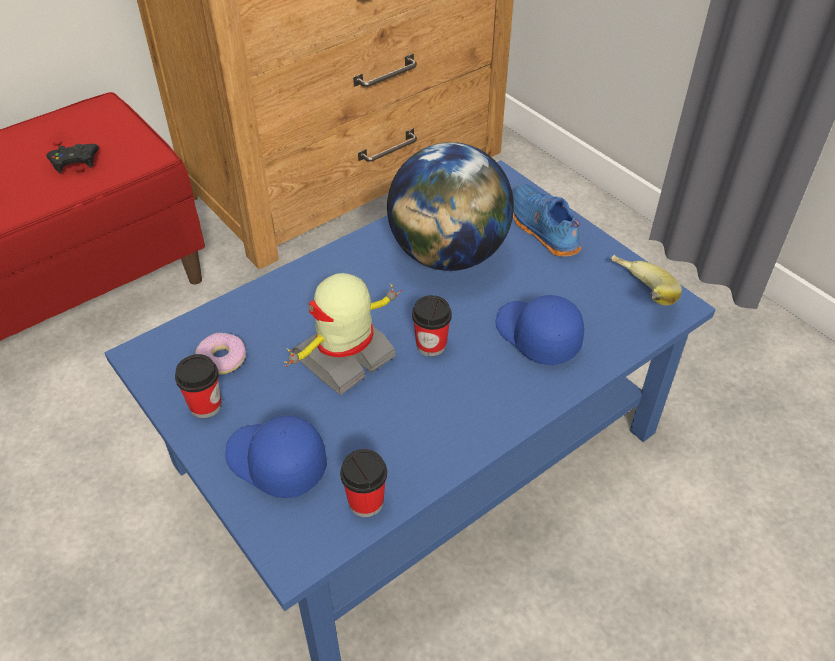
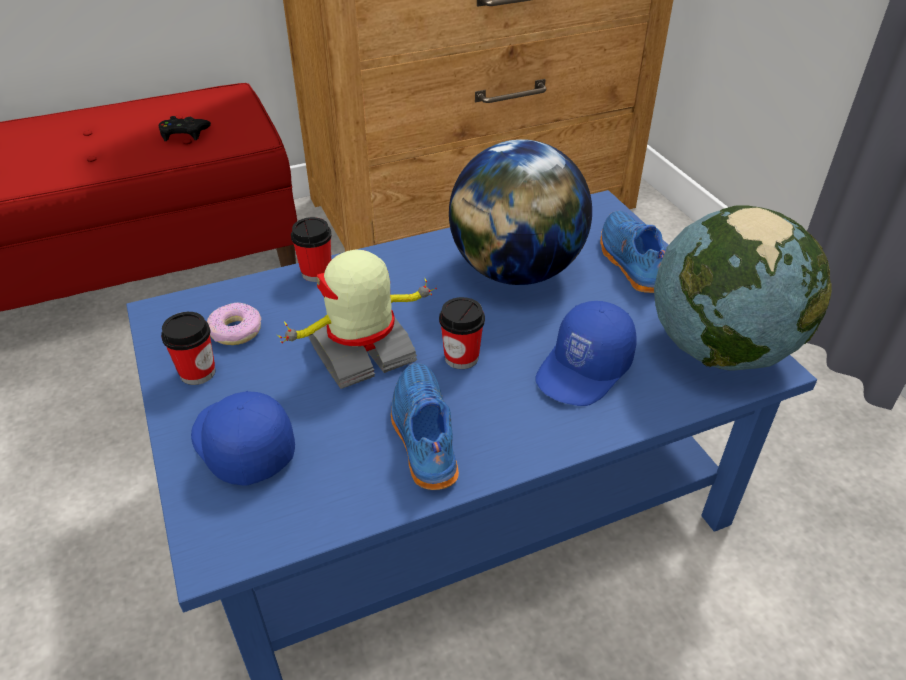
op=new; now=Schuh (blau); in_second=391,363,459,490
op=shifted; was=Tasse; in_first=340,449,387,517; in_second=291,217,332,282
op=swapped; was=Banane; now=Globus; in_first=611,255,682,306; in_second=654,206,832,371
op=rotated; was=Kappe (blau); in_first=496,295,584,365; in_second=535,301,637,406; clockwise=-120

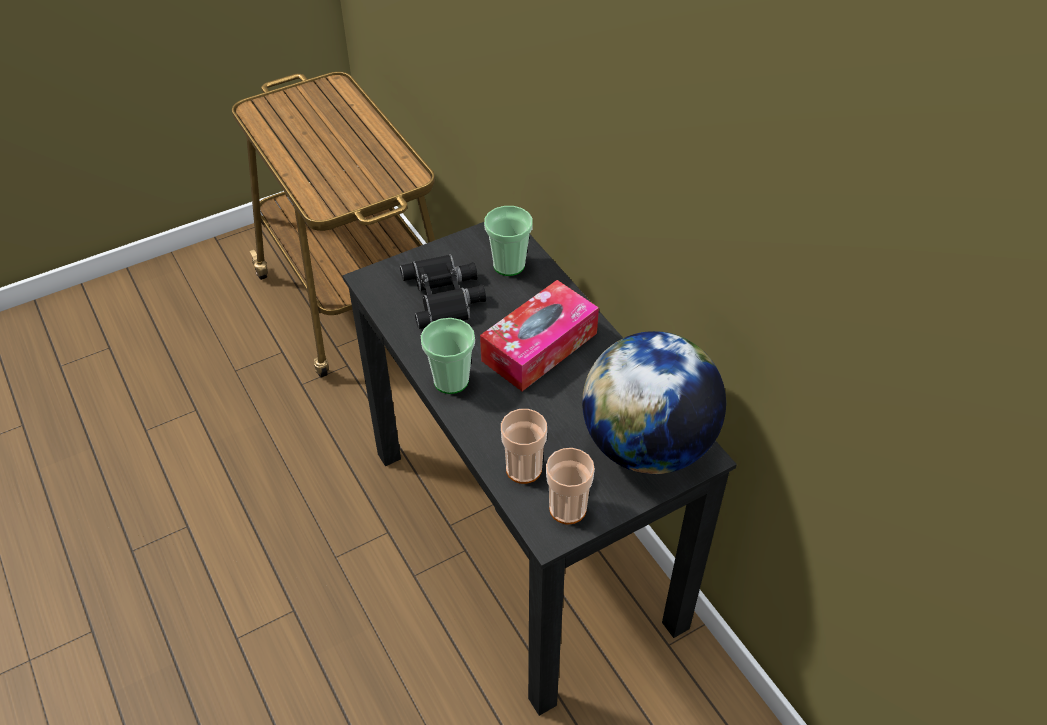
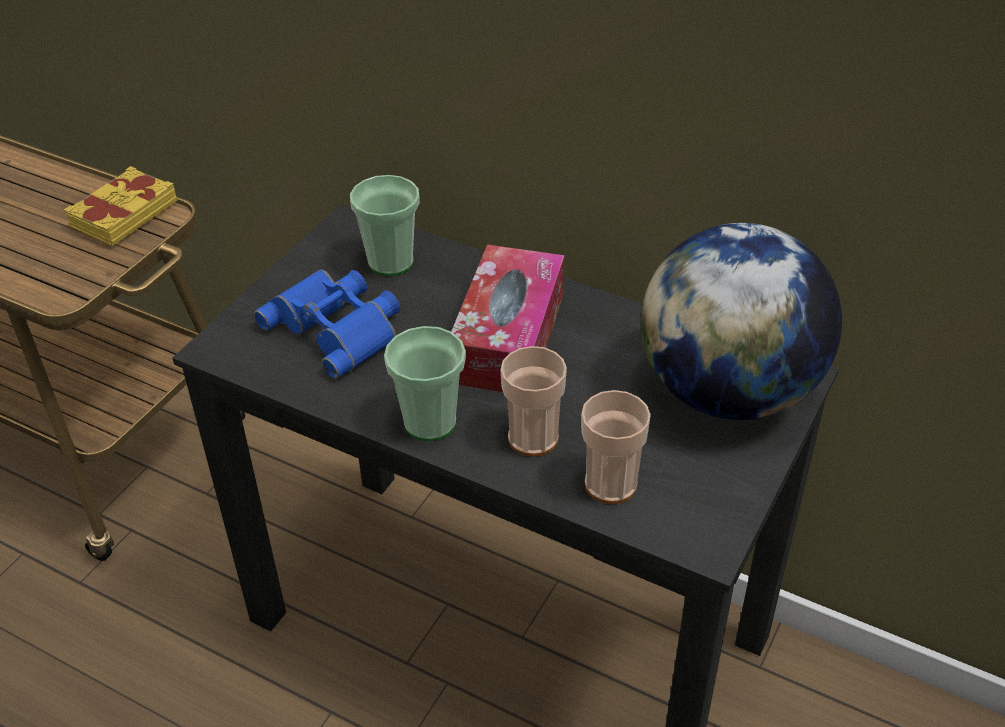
op=new; now=Buch (gelb); in_second=64,166,177,246
op=shifted; was=Tasse; in_first=546,448,595,525; in_second=501,346,567,456
op=repainted; was=Fernglas (schwarz); now=Fernglas (blau); in_first=400,254,486,329; in_second=254,269,400,379

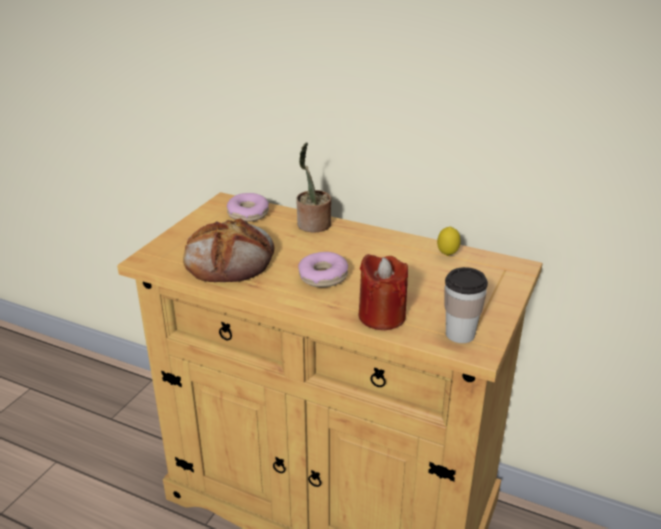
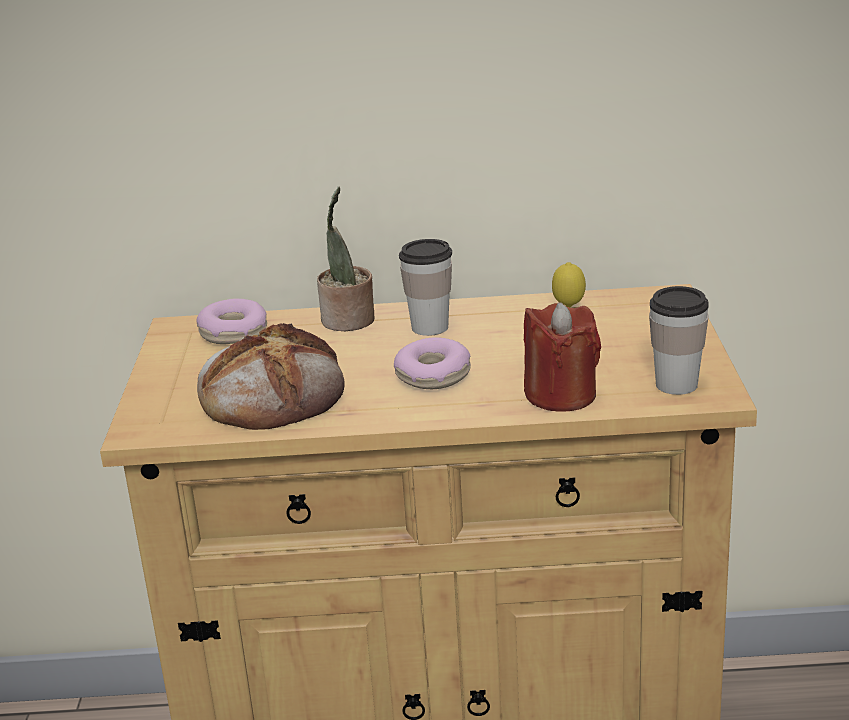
op=new; now=Tasse; in_second=399,239,452,336

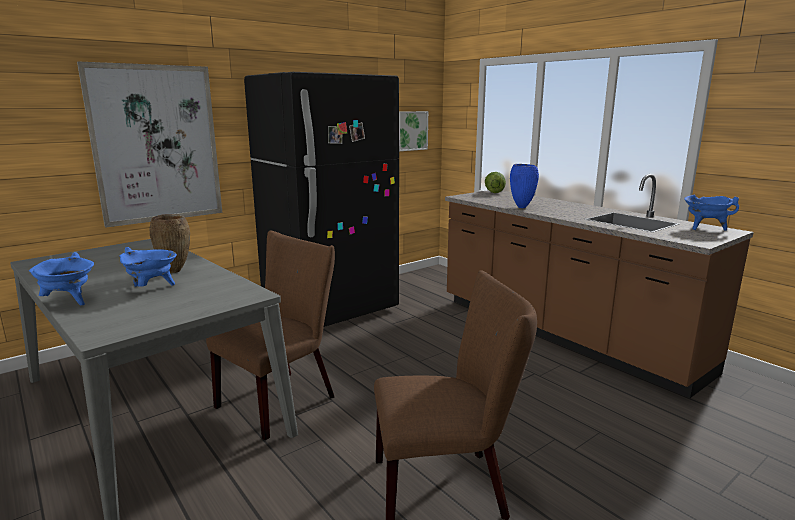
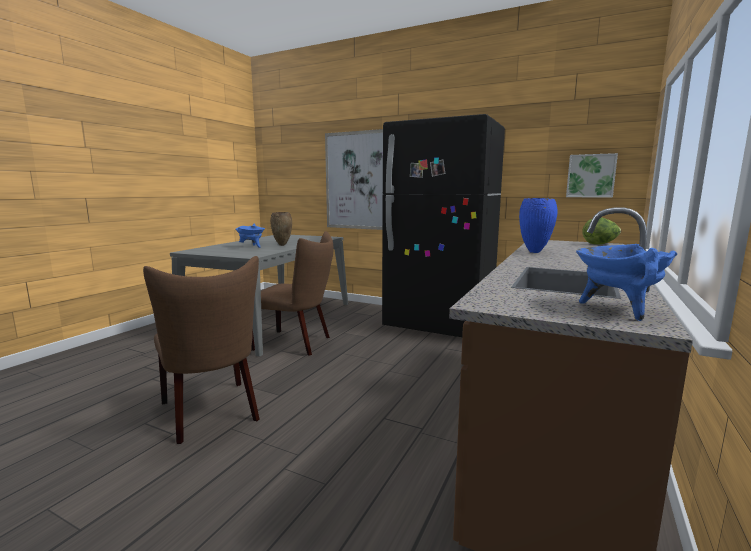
op=gone; was=Kochtopf (blau); in_first=29,252,94,305

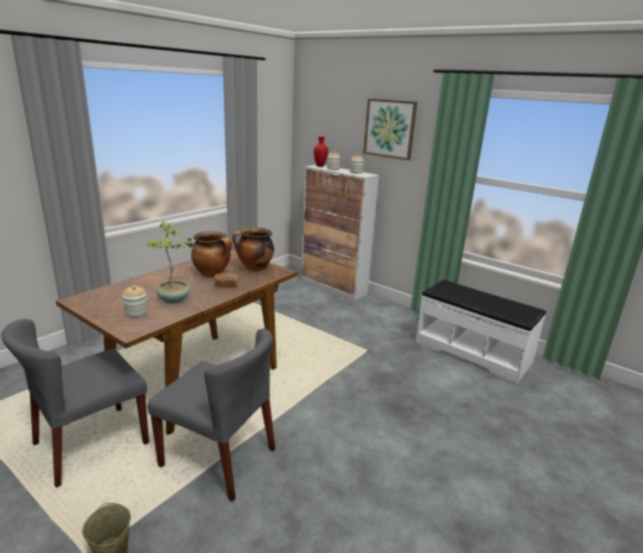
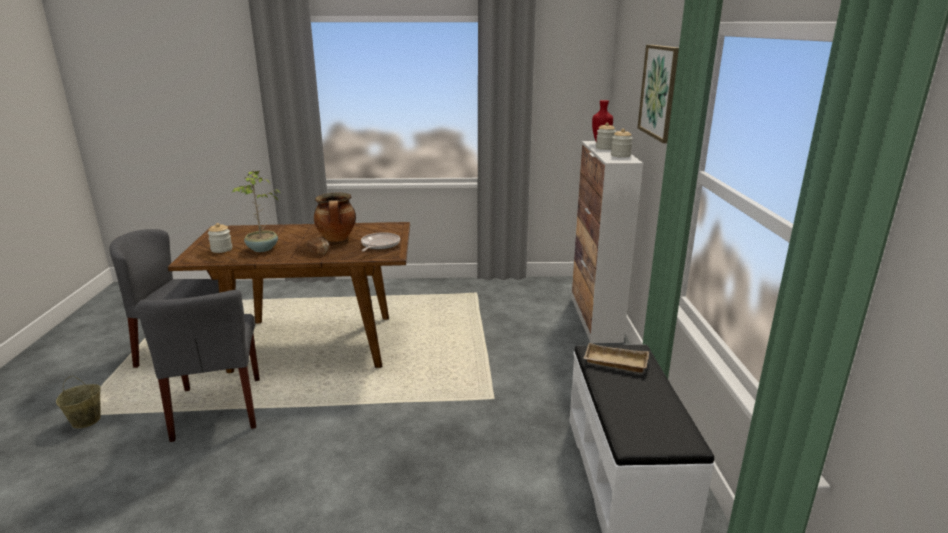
op=new; now=Tablett (beige); in_second=583,343,649,373
op=swapped; was=Kochtopf; now=Pfanne; in_first=232,227,274,271; in_second=361,232,400,251

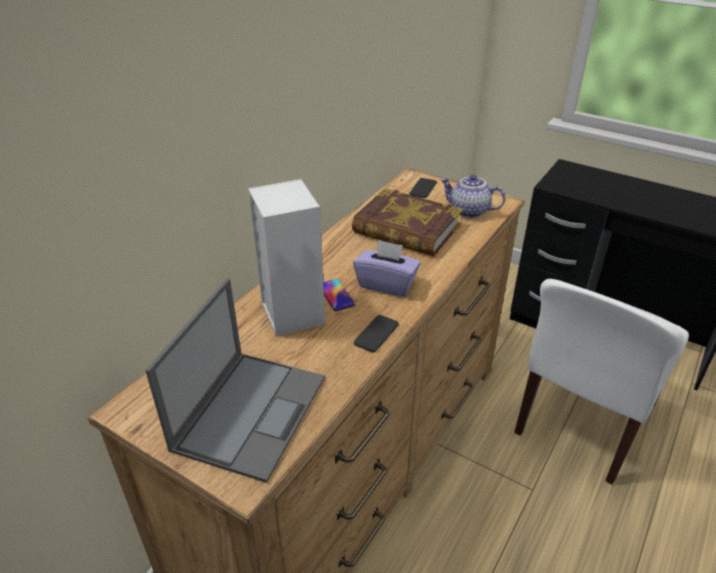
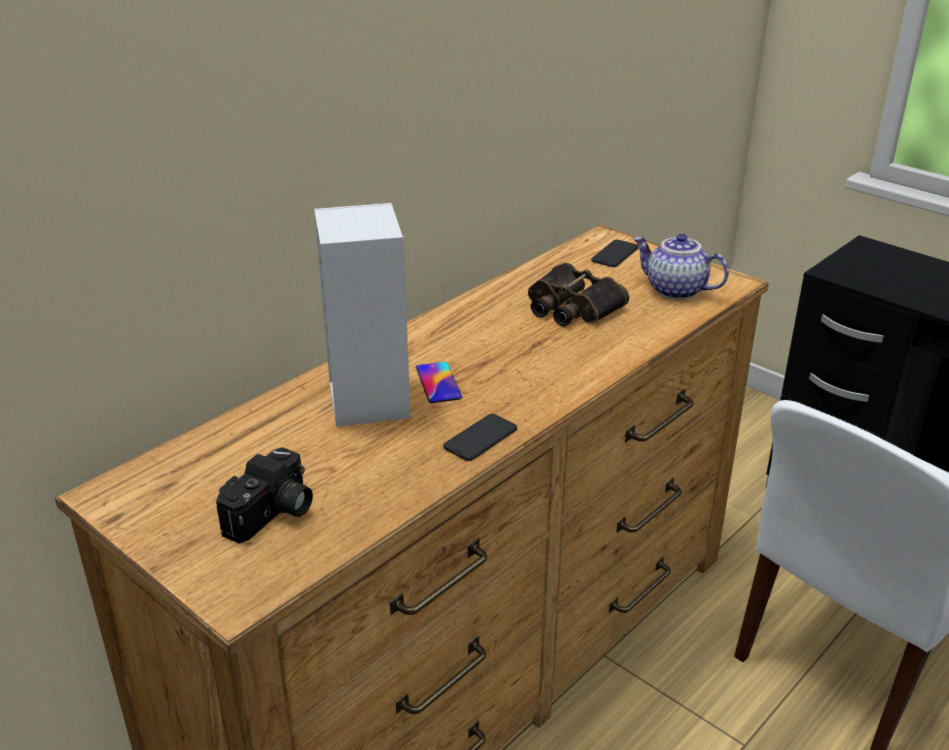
op=gone; was=Taschentuchbox (lila); in_first=353,239,421,297
op=swapped; was=Laptop; now=Kamera; in_first=145,278,325,483; in_second=216,447,313,544
op=swapped; was=Buch; now=Fernglas; in_first=352,188,463,256; in_second=528,263,629,327

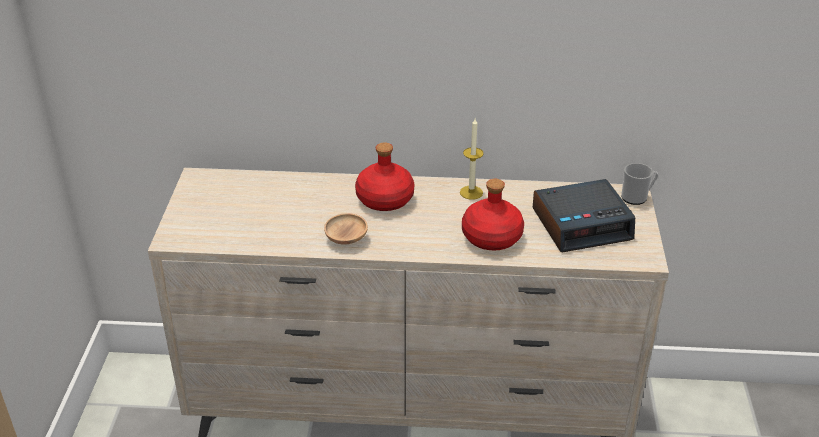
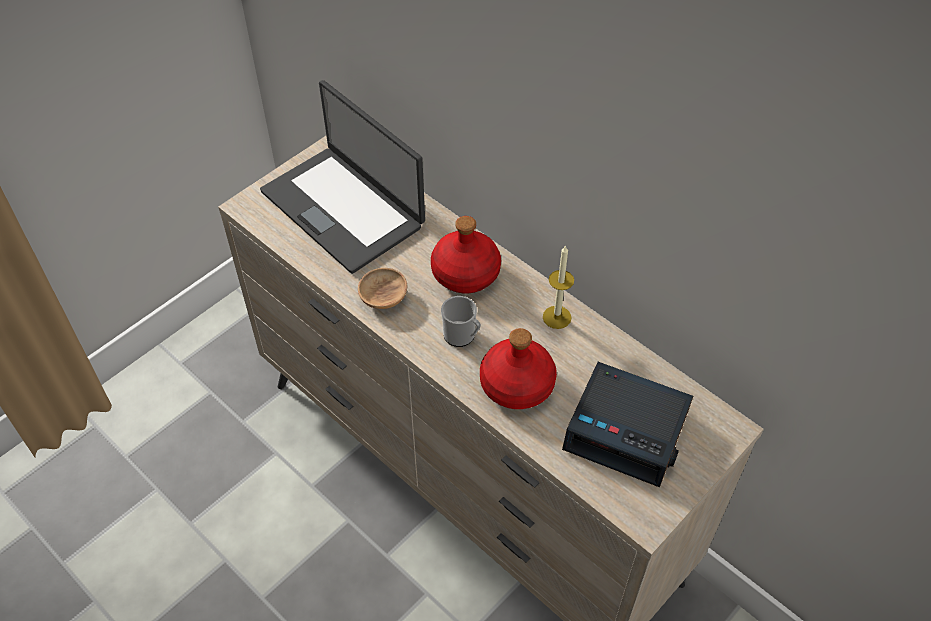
op=new; now=Laptop; in_second=260,80,425,274
op=shifted; was=Henkelbecher; in_first=621,163,658,205; in_second=441,296,481,347

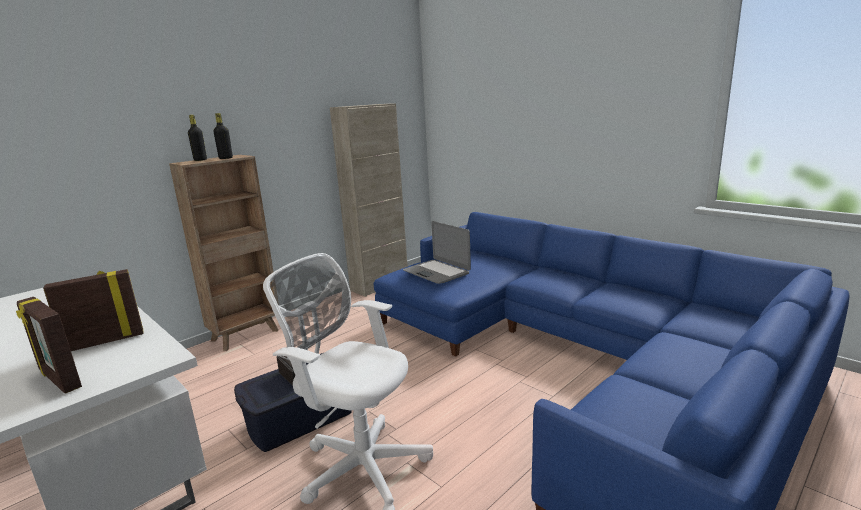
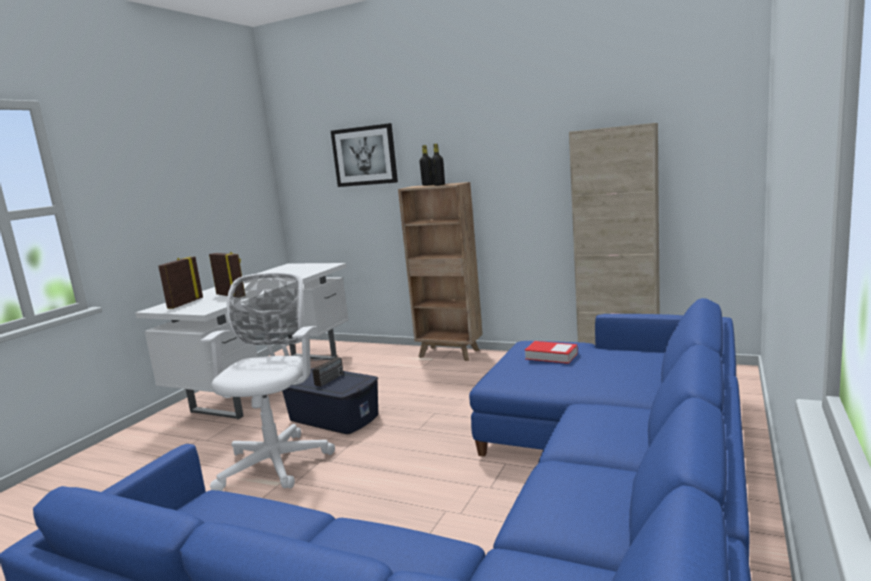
op=new; now=Bild; in_second=331,123,398,187
op=swapped; was=Laptop; now=Buch; in_first=403,221,471,284; in_second=525,341,578,364

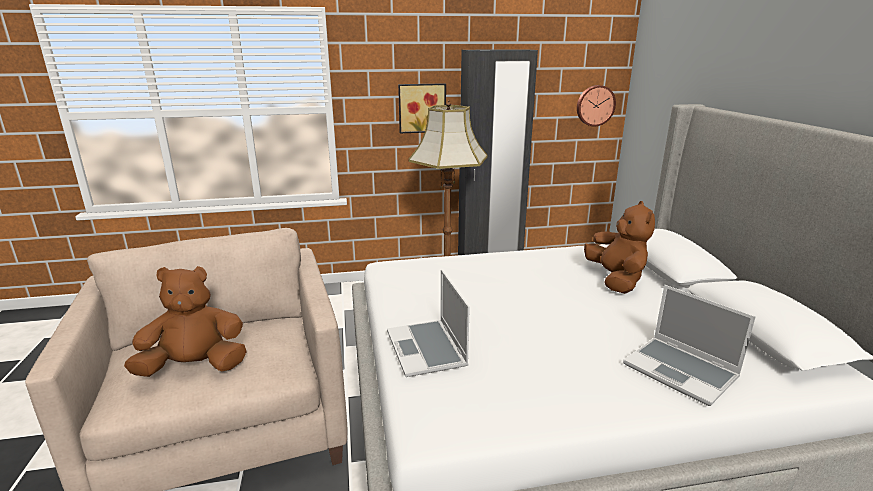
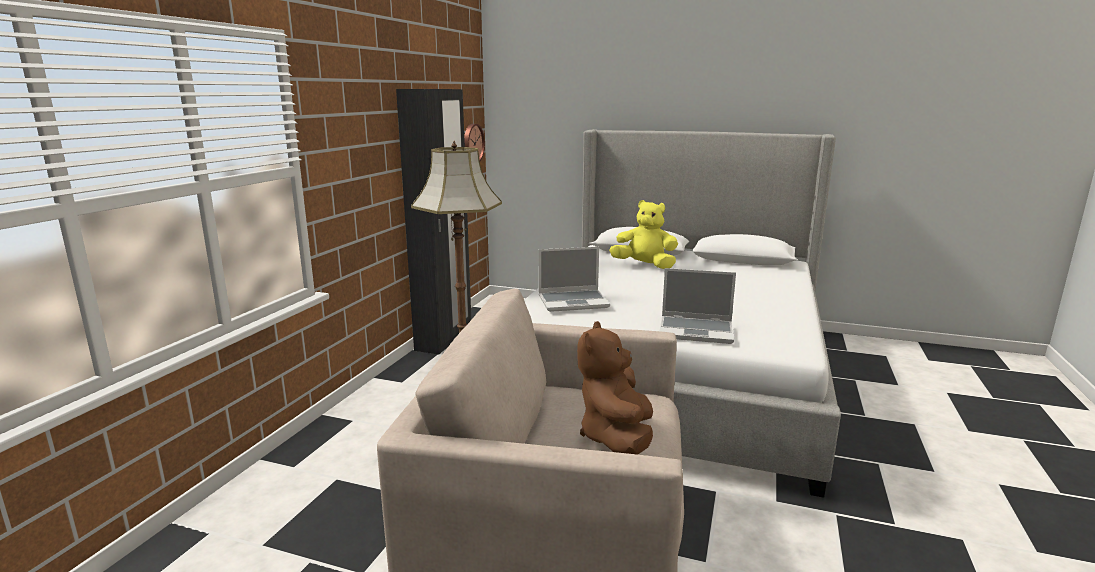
op=gone; was=Bild; in_first=398,83,446,133
op=shifted; was=Laptop; in_first=623,285,755,406; in_second=539,247,610,312
op=repainted; was=Plüschtier (braun); now=Plüschtier (gelb); in_first=584,201,655,294; in_second=609,200,678,269

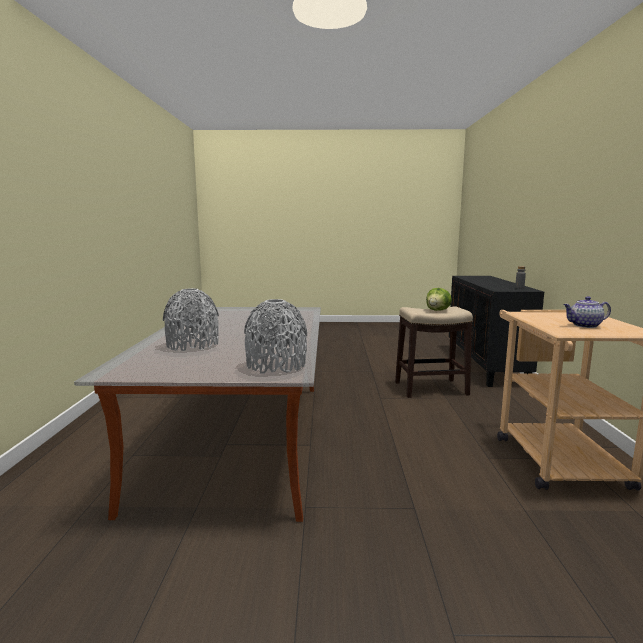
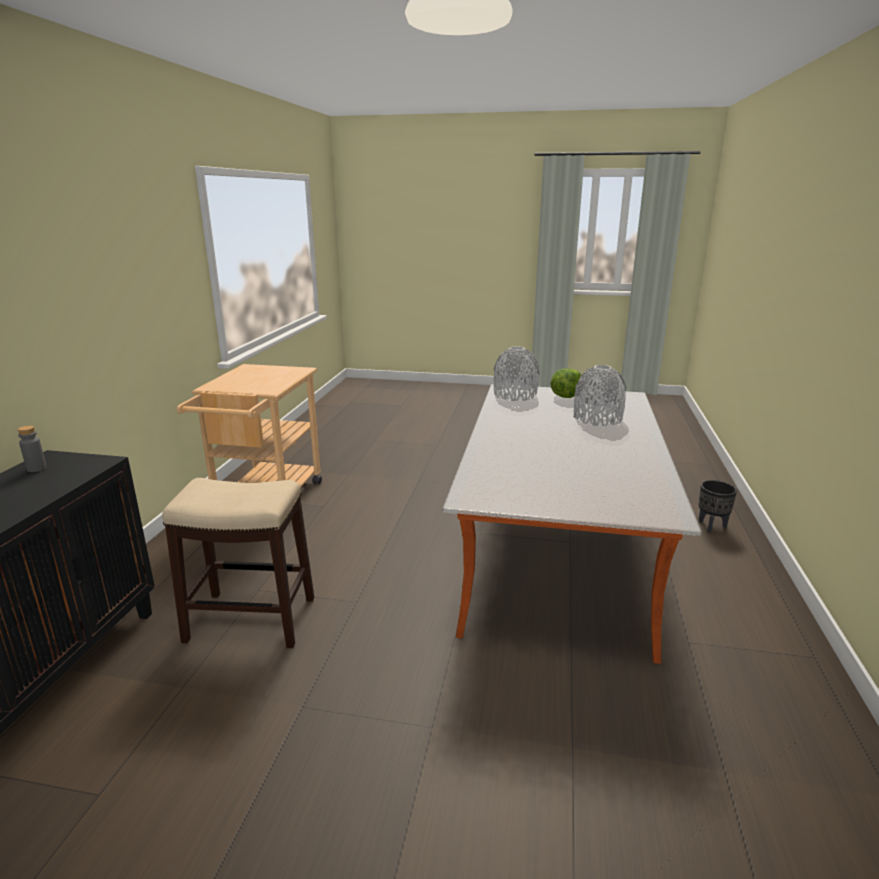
op=gone; was=Teekanne; in_first=564,296,611,328
op=new; now=Pflanzkübel (schwarz); in_second=698,480,737,533
op=shifted; was=Salatkopf; in_first=426,288,452,311; in_second=551,369,581,398

